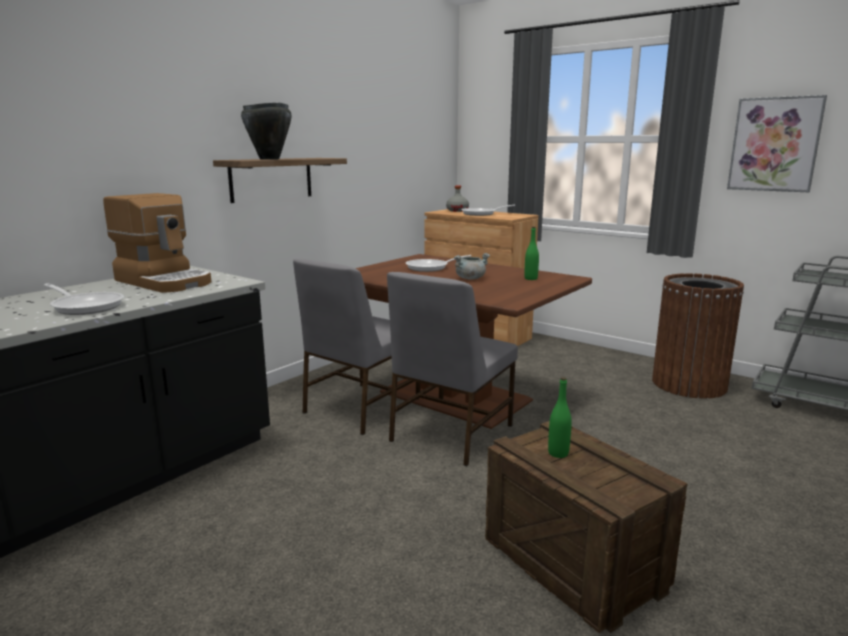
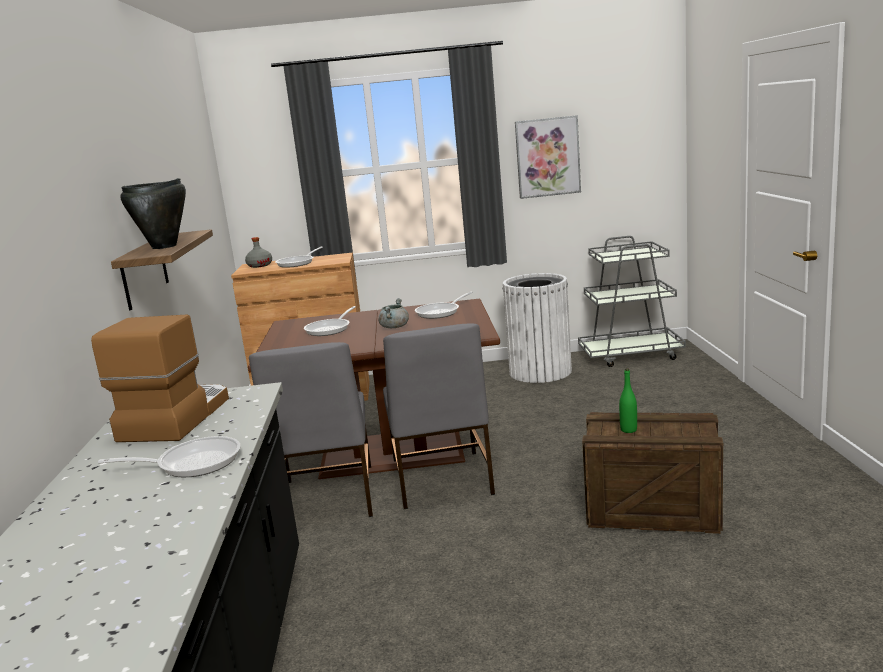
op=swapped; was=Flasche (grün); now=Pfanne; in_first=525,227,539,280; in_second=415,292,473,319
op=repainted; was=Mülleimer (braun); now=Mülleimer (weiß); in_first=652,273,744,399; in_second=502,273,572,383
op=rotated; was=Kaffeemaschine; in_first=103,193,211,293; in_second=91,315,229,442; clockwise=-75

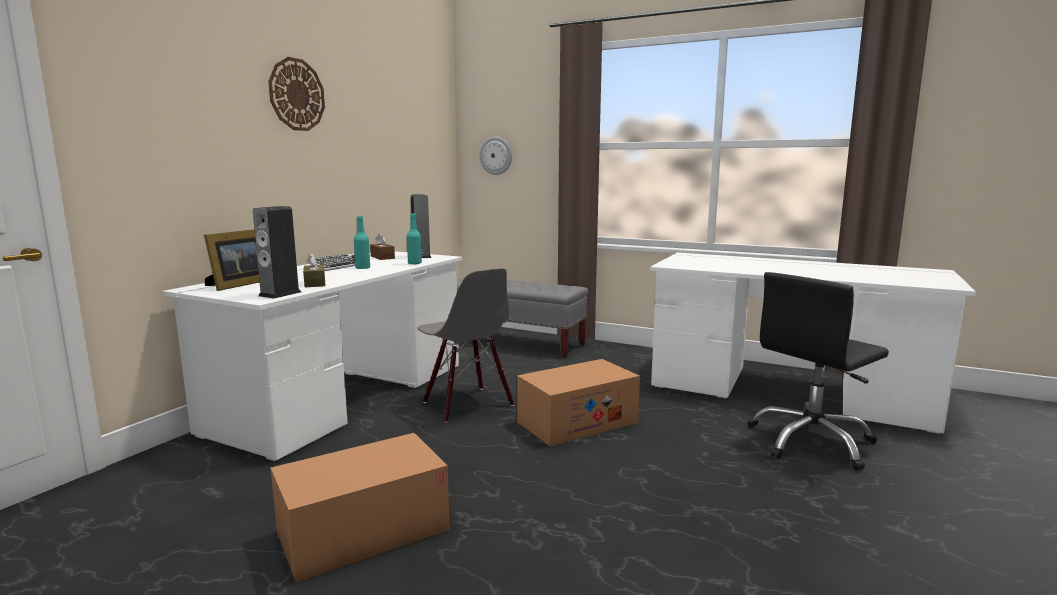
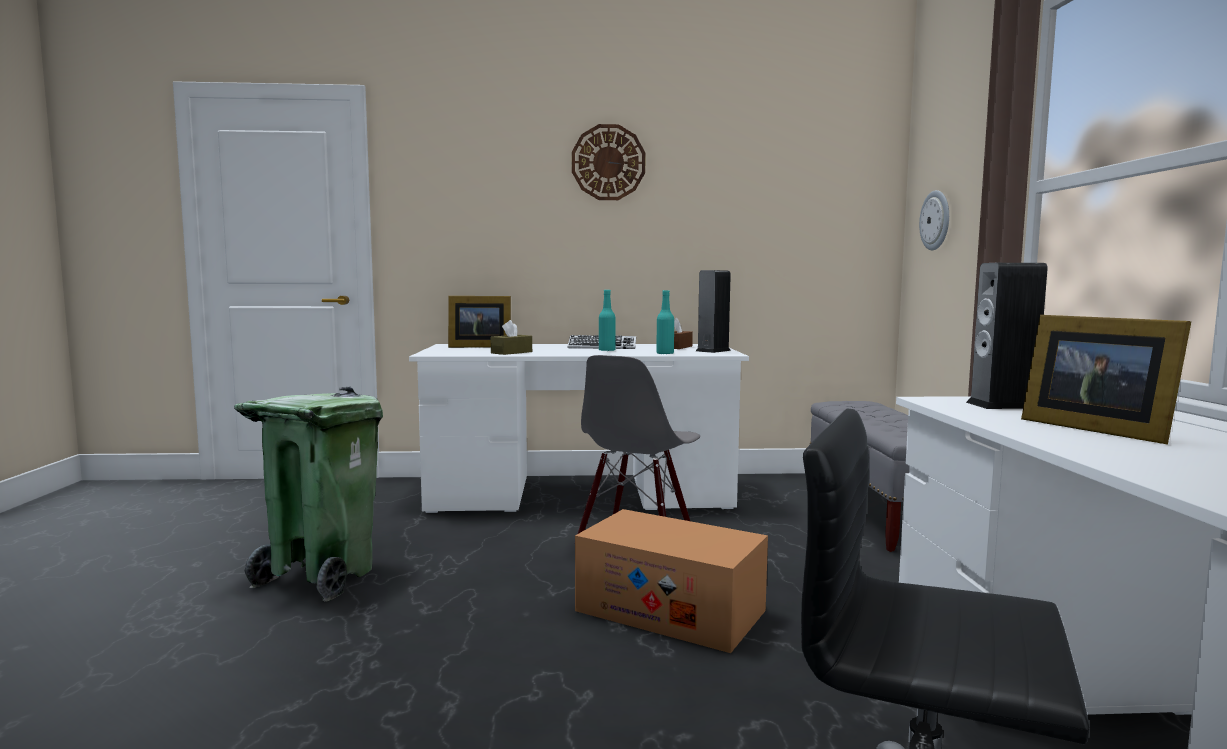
op=new; now=Bilderrahmen; in_second=1021,315,1191,444
op=shifted; was=Lautsprecher; in_first=253,206,301,299; in_second=966,263,1048,409
op=swapped; was=Karton; now=Mülleimer (grün); in_first=271,433,450,582; in_second=234,386,383,602

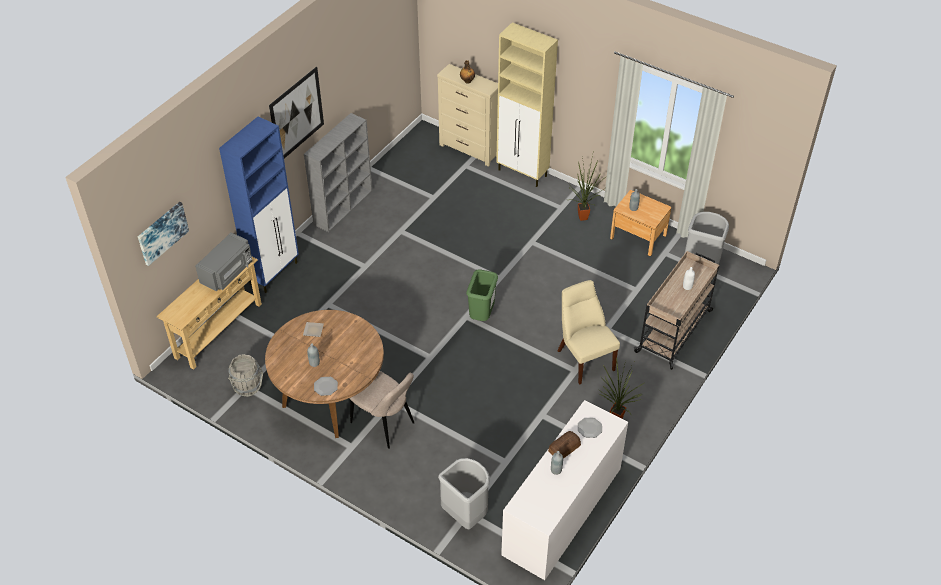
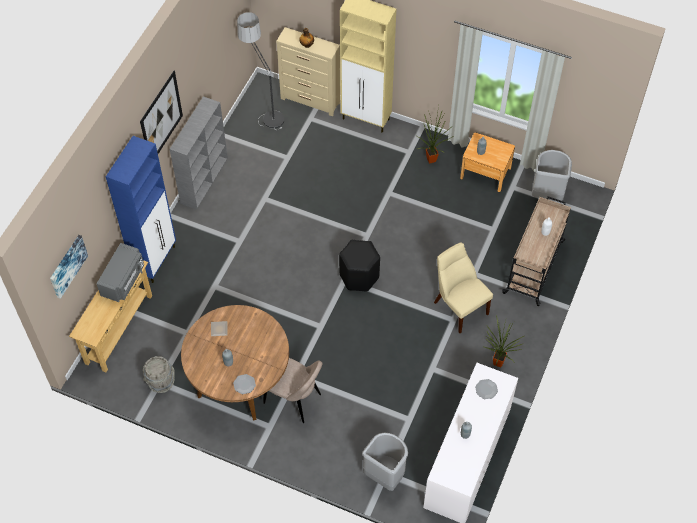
op=gone; was=Brot; in_first=548,431,581,458
op=new; now=Stehlampe; in_second=237,12,284,130
op=swapped; was=Mülleimer (grün); now=Hocker (schwarz); in_first=466,269,498,321; in_second=339,240,380,292

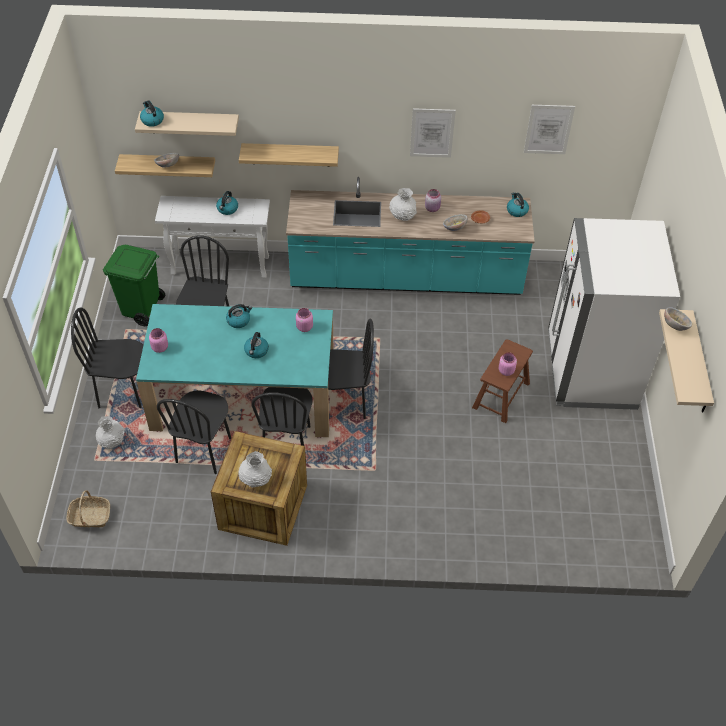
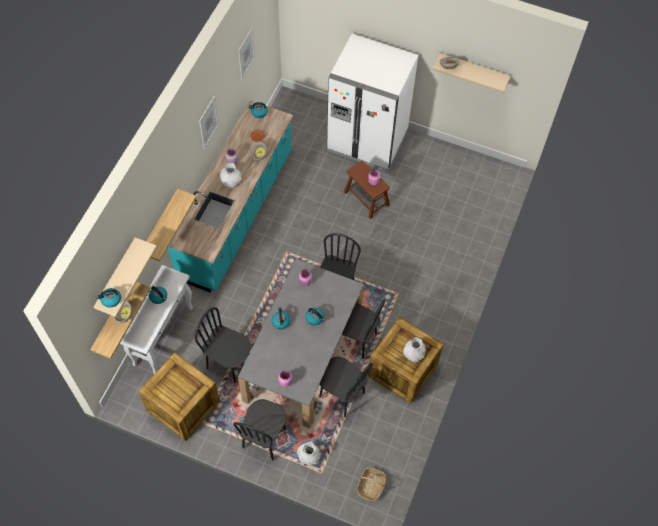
op=swapped; was=Mülleimer (grün); now=Kiste; in_first=103,245,165,326; in_second=138,352,220,441
op=repainted; was=Esstisch (türkis); now=Esstisch (grau); in_first=136,304,333,437; in_second=238,259,364,428

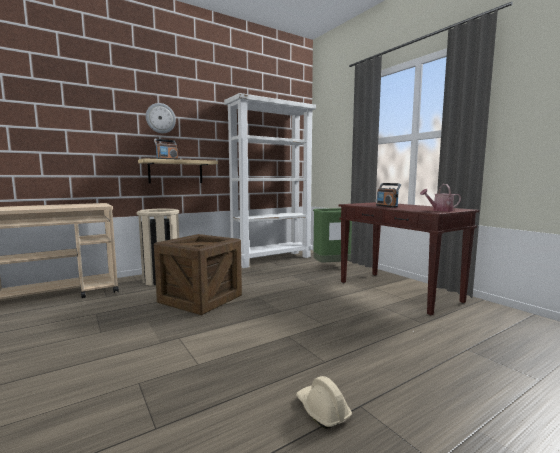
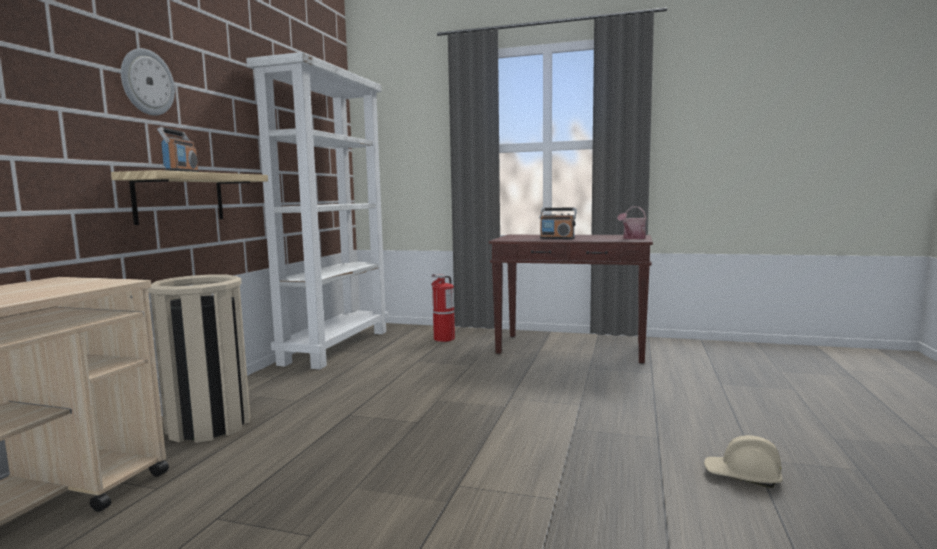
op=gone; was=Kiste; in_first=154,234,242,315
op=swapped; was=Mülleimer (grün); now=Feuerlöscher; in_first=313,208,352,262; in_second=431,274,455,342

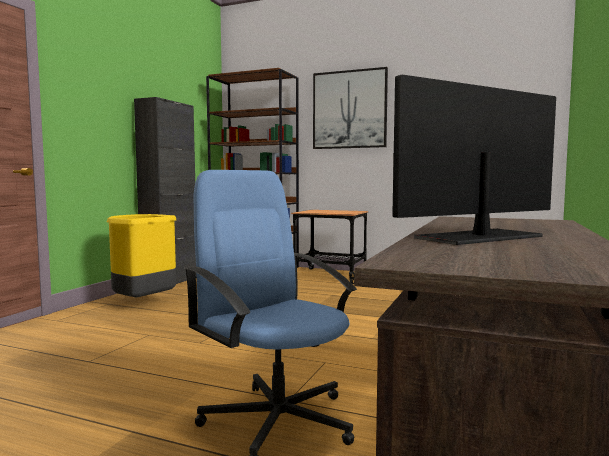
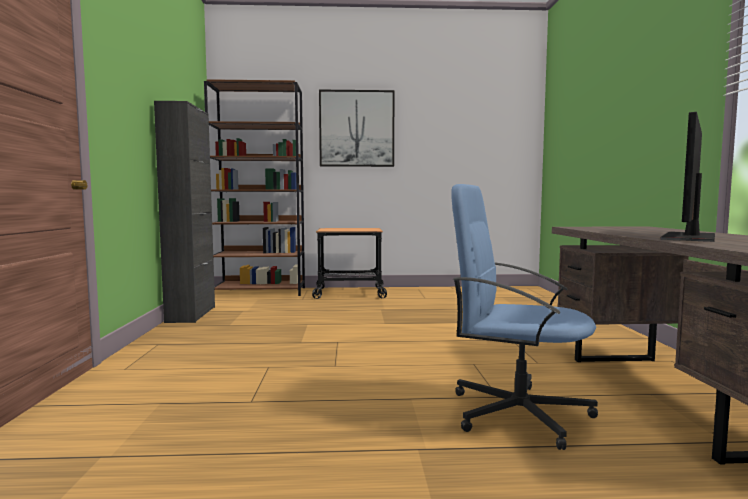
op=gone; was=Mülleimer (gelb); in_first=107,214,176,297

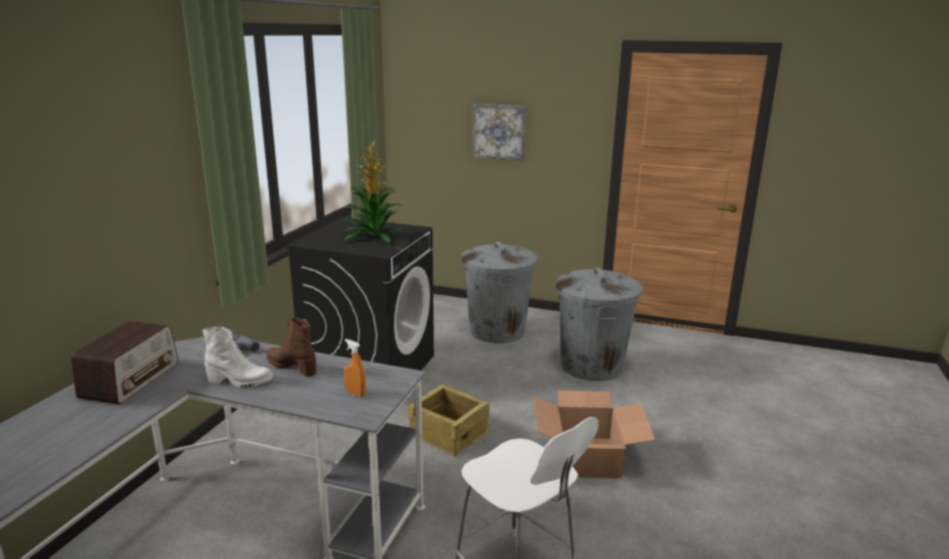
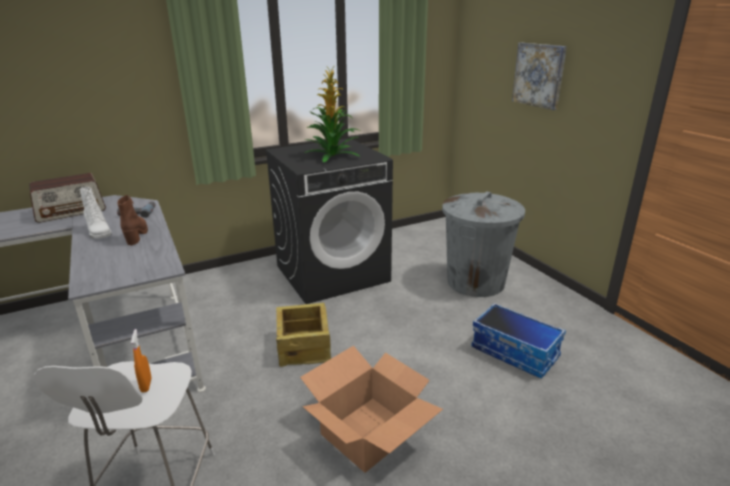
op=shifted; was=Sprühflasche (orange); in_first=344,339,366,397; in_second=131,329,152,393
op=swapped; was=Mülleimer (grau); now=Aufbewahrungsbox; in_first=556,268,643,381; in_second=472,303,566,379

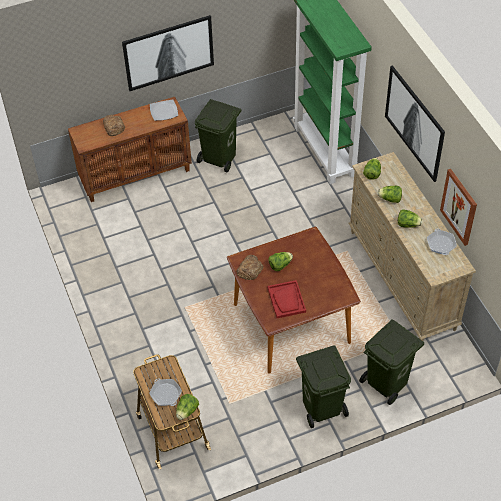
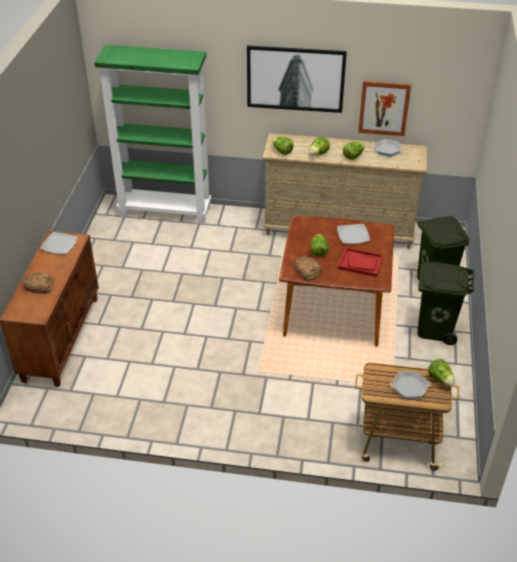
op=gone; was=Bild; in_first=122,15,214,91
op=gone; was=Mülleimer (grün); in_first=195,99,242,172
op=new; now=Teller; in_second=337,224,370,244

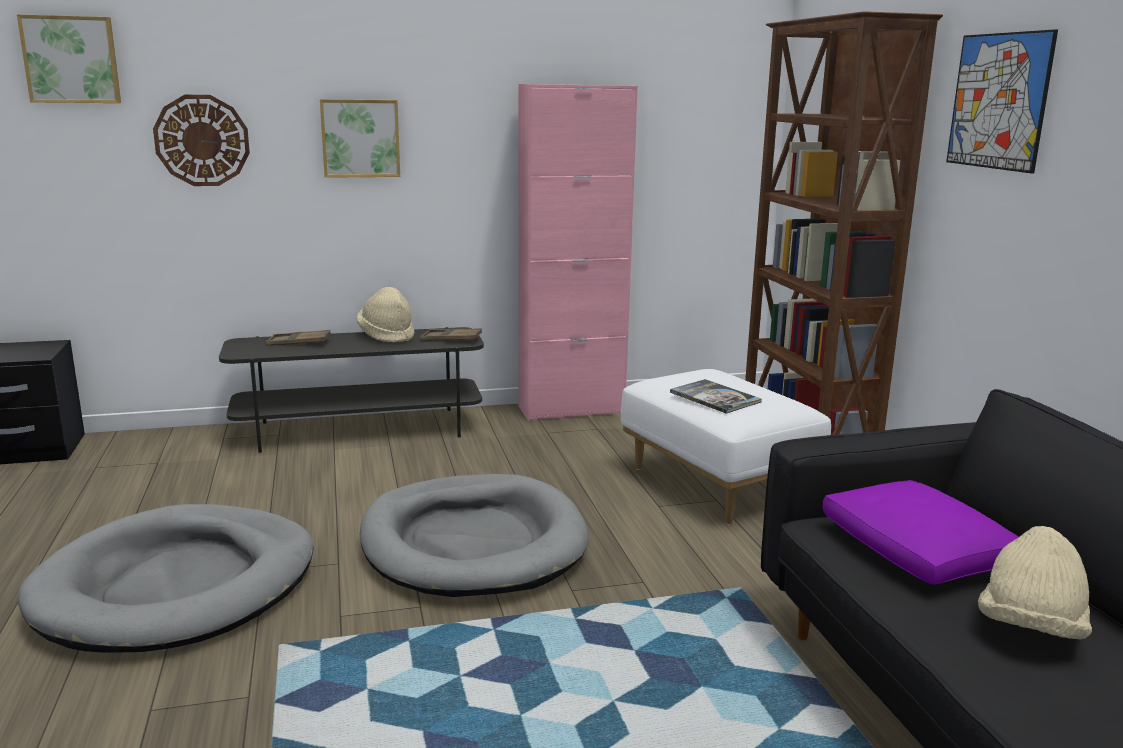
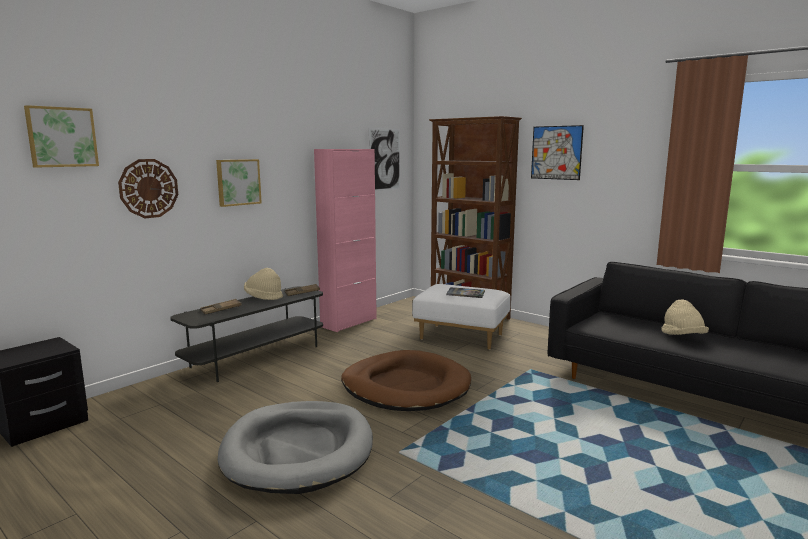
op=gone; was=Kissen (lila); in_first=822,480,1018,585
op=new; now=Bild; in_second=369,128,400,191
op=repainted; was=Hundebett (grau); now=Hundebett (braun); in_first=360,474,589,597; in_second=341,350,471,411

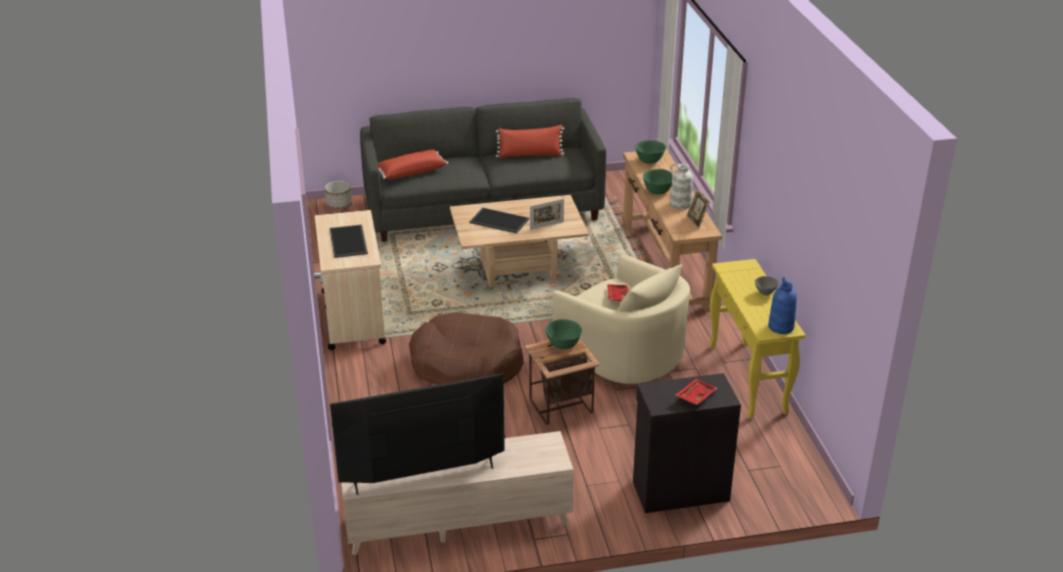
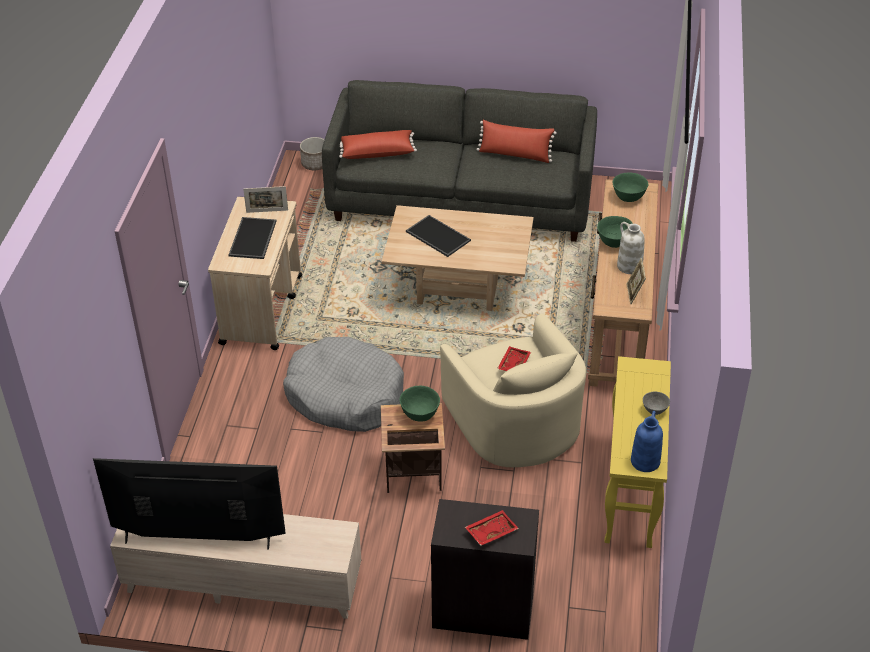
op=shifted; was=Bilderrahmen; in_first=530,199,564,230; in_second=243,186,288,213
op=repainted; was=Hundebett (braun); now=Hundebett (grau); in_first=409,312,524,385; in_second=283,337,404,432

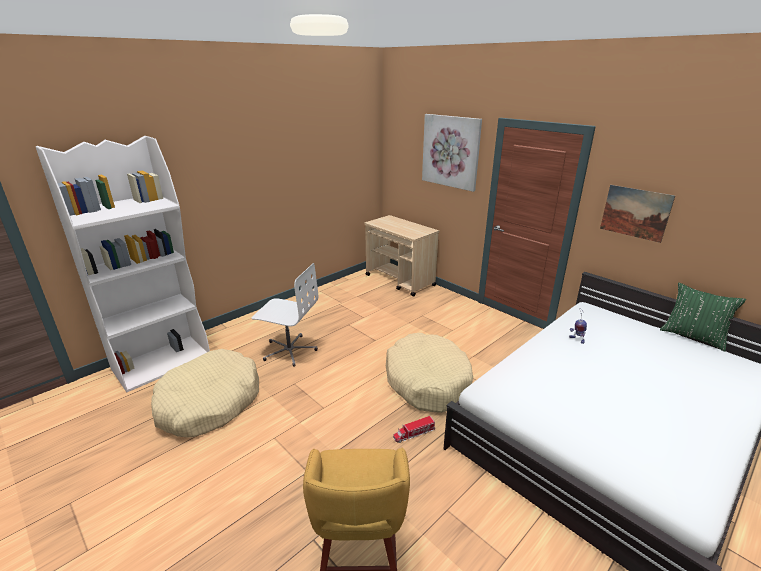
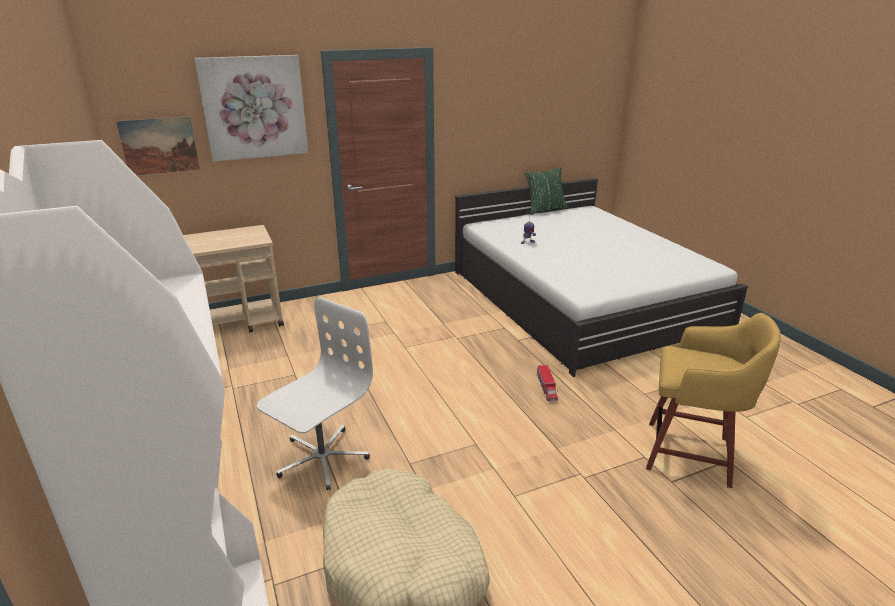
op=gone; was=Hundebett (beige); in_first=386,333,473,413
op=shifted; was=Bild; in_first=600,185,676,243; in_second=116,116,200,175

